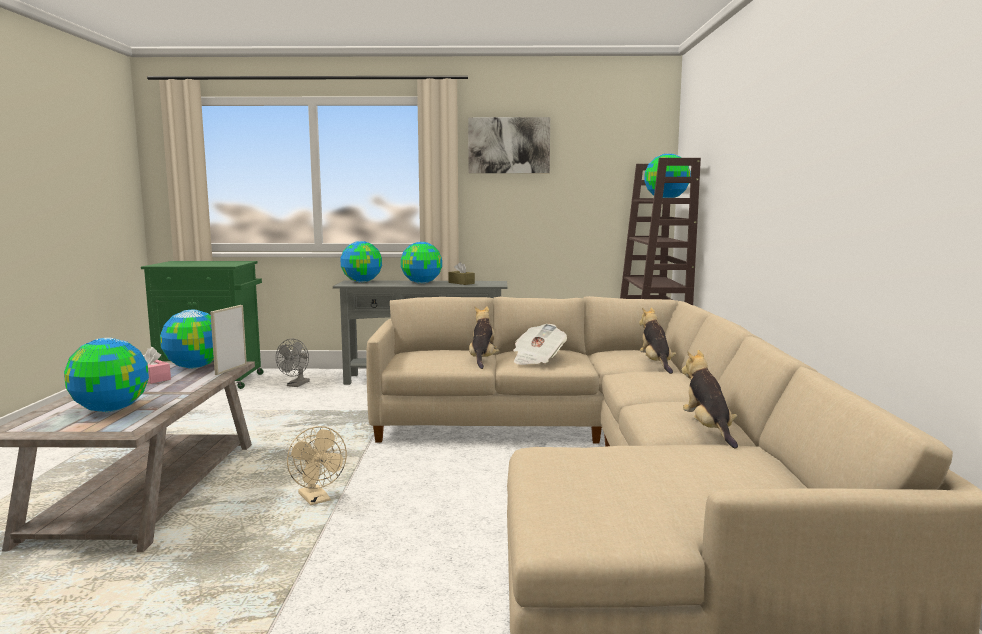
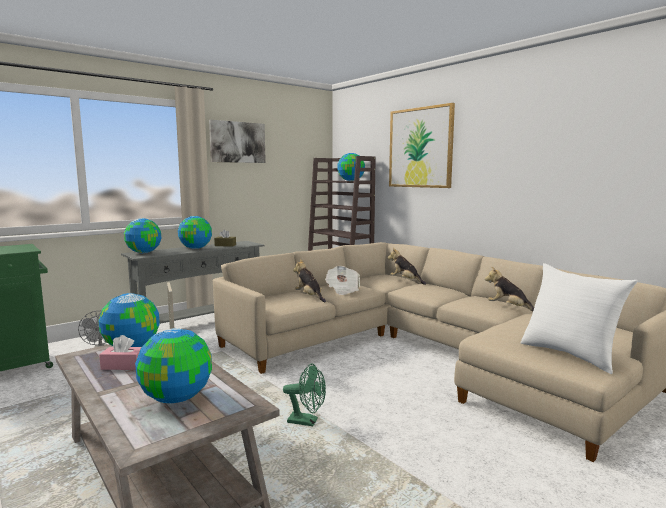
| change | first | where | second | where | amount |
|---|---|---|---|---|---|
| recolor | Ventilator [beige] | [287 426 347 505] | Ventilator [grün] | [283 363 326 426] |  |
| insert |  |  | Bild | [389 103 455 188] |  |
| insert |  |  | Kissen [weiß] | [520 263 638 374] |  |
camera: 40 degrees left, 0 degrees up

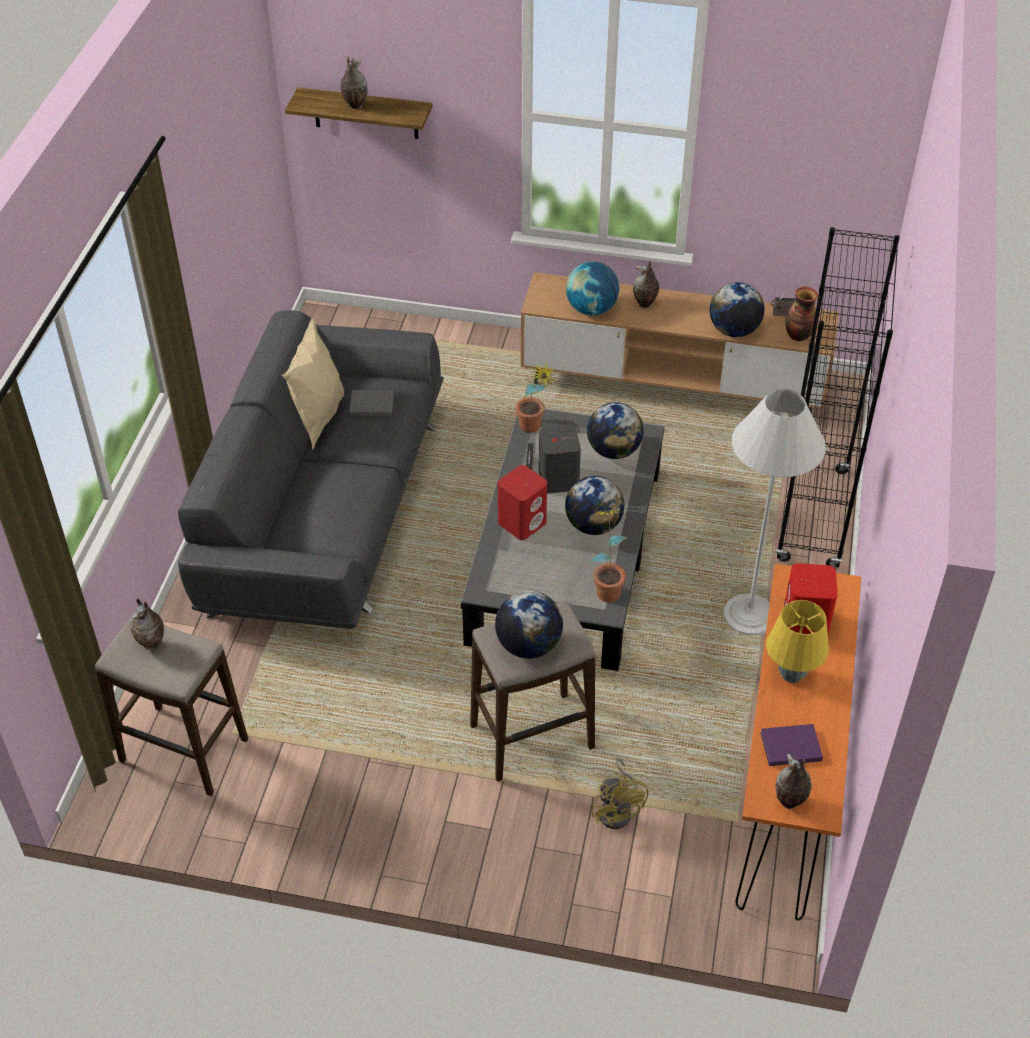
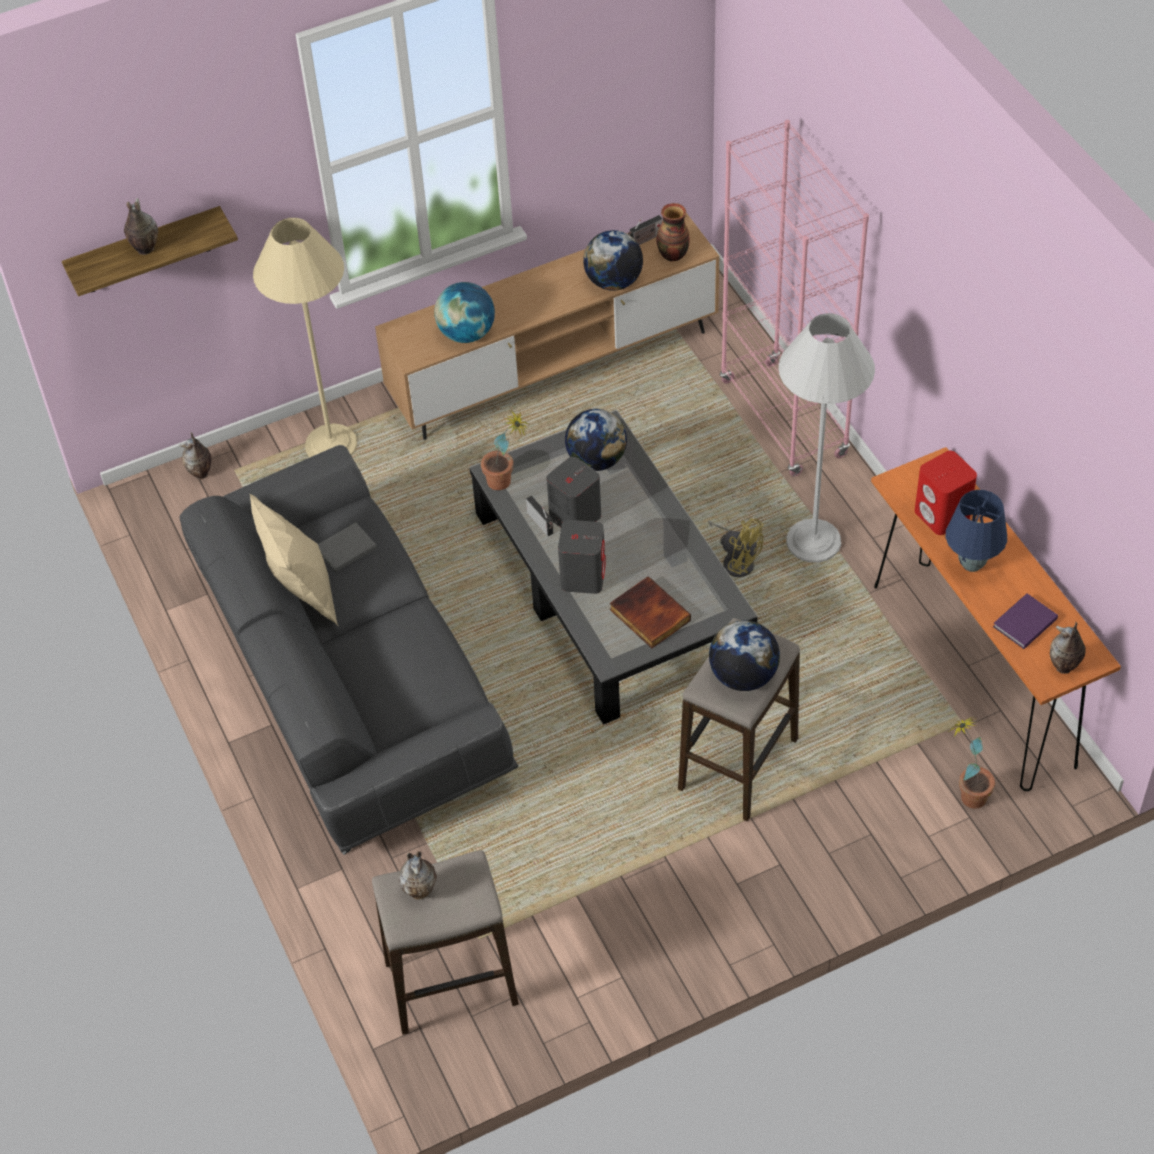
| change | first | where | second | where | amount |
|---|---|---|---|---|---|
| move | Vase | [633 260 659 308] |  | [179 432 211 480] |  |
| insert |  |  | Stehlampe [beige] | [253 218 357 457] |  |
| recolor | Lautsprecher [rot] | [498 465 547 540] | Lautsprecher [grau] | [558 520 606 594] |  |
| insert |  |  | Buch | [610 576 691 648] |  |
| move | Ventilator [gelb] | [591 759 648 829] |  | [708 518 763 577] |  |
| recolor | Bücherregal [schwarz] | [776 227 900 569] | Bücherregal [rosa] | [720 120 869 477] |  |
| recolor | Tischlampe [gelb] | [766 600 829 683] | Tischlampe [blau] | [946 490 1007 572] |  |
| move | Topfpflanze | [590 510 627 602] |  | [948 716 995 809] |  |
| delete | Globus | [565 476 624 535] |  |  |  |
camera: 35 degrees left, 5 degrees up

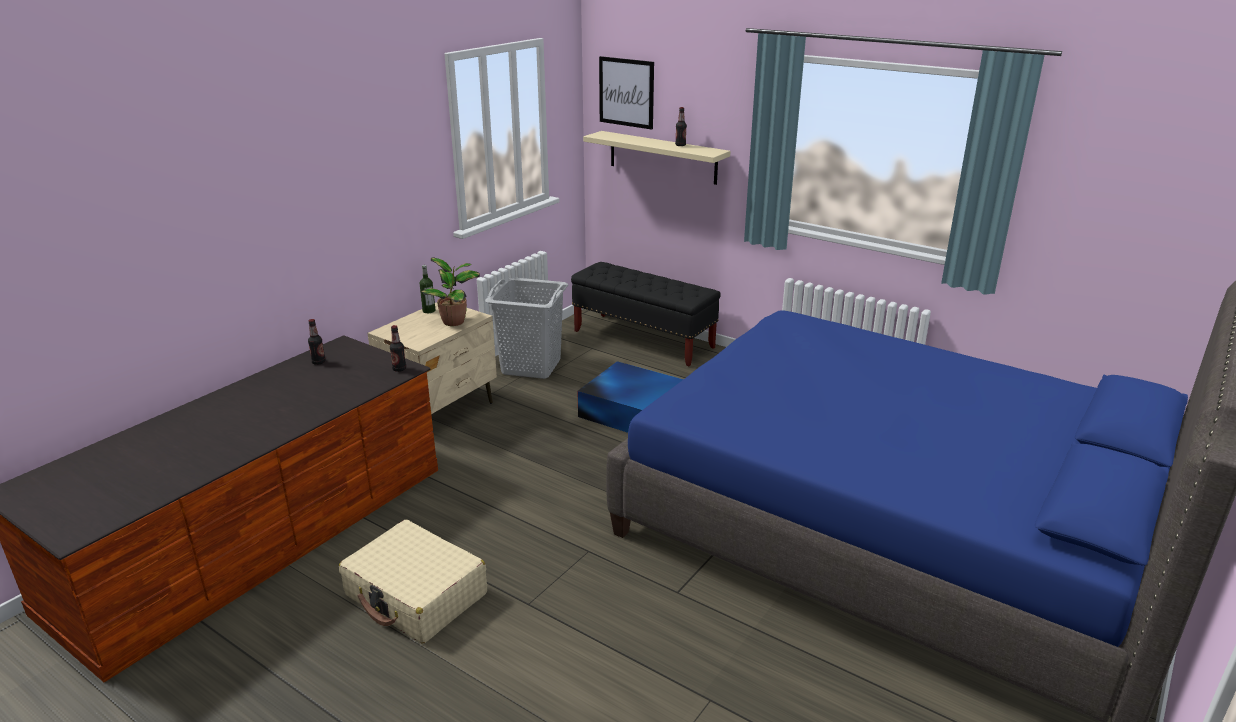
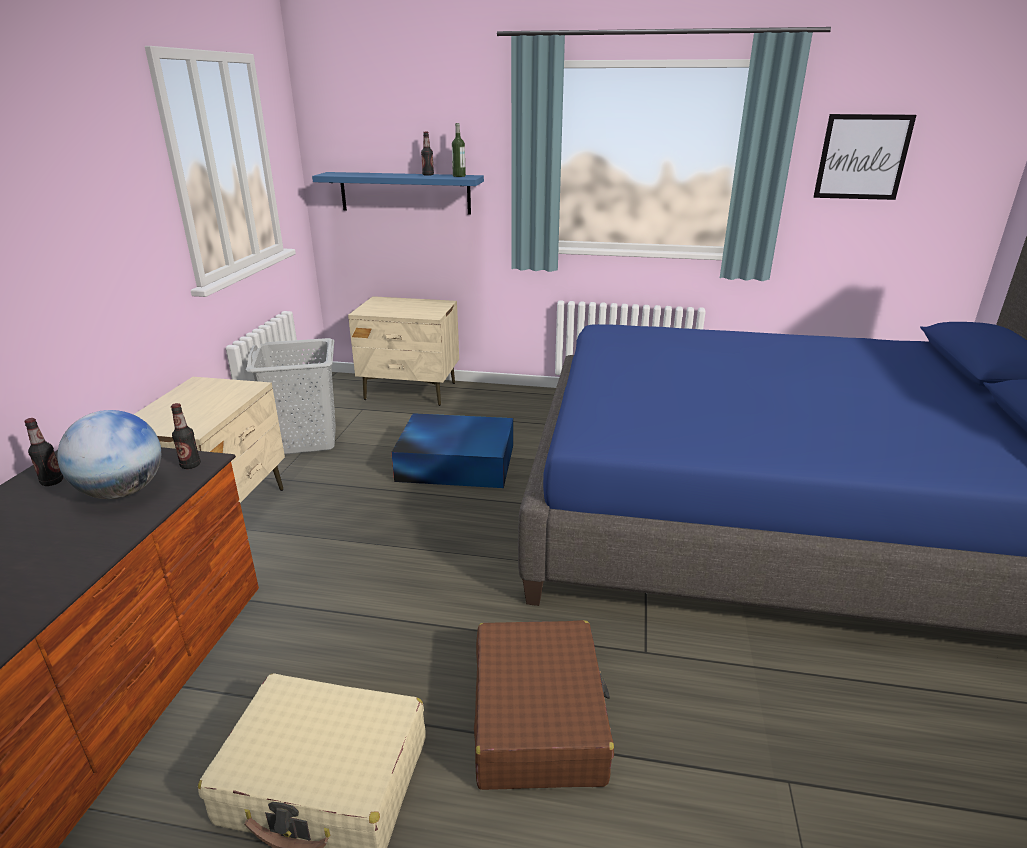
| change | first | where | second | where | amount |
|---|---|---|---|---|---|
| insert |  |  | Globus | [57 410 161 499] |  |
| recolor | Wandregal [beige] | [583 131 731 185] | Wandregal [blau] | [312 172 484 215] |  |
| replace | Bank [schwarz] | [571 262 721 366] | Nachttisch [beige] | [348 296 459 406] |  |
| move | Flasche | [420 265 435 313] |  | [452 123 466 177] |  |
| insert |  |  | Koffer [braun] | [474 620 614 790] |  |
| move | Bild | [599 56 654 130] |  | [813 114 916 200] |  |
| delete | Topfpflanze | [421 258 480 326] |  |  |  |
camera: 25 degrees left, 0 degrees up

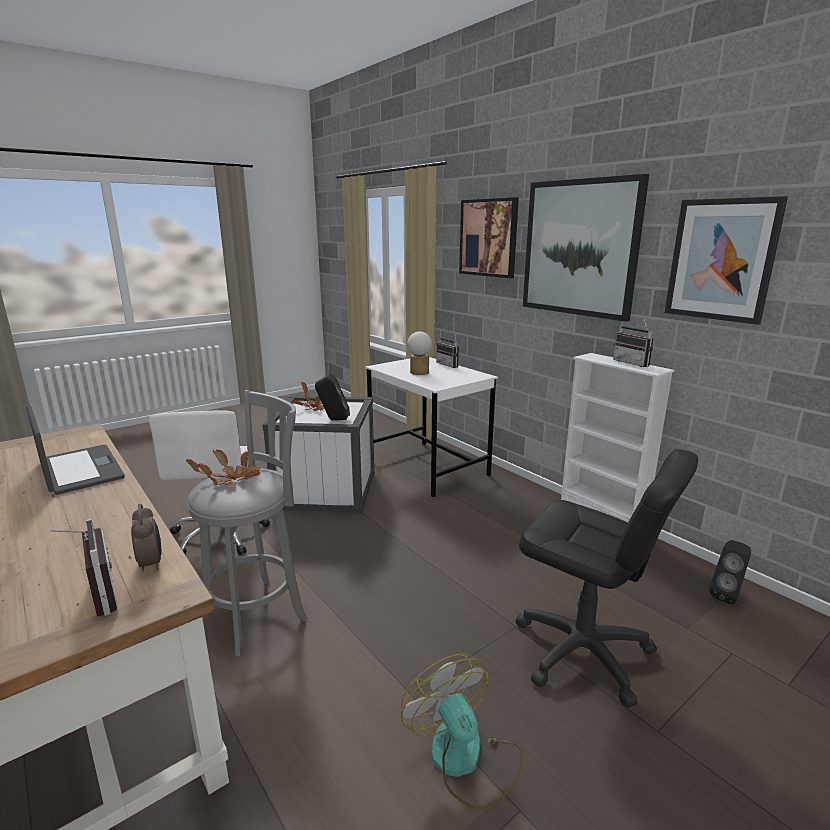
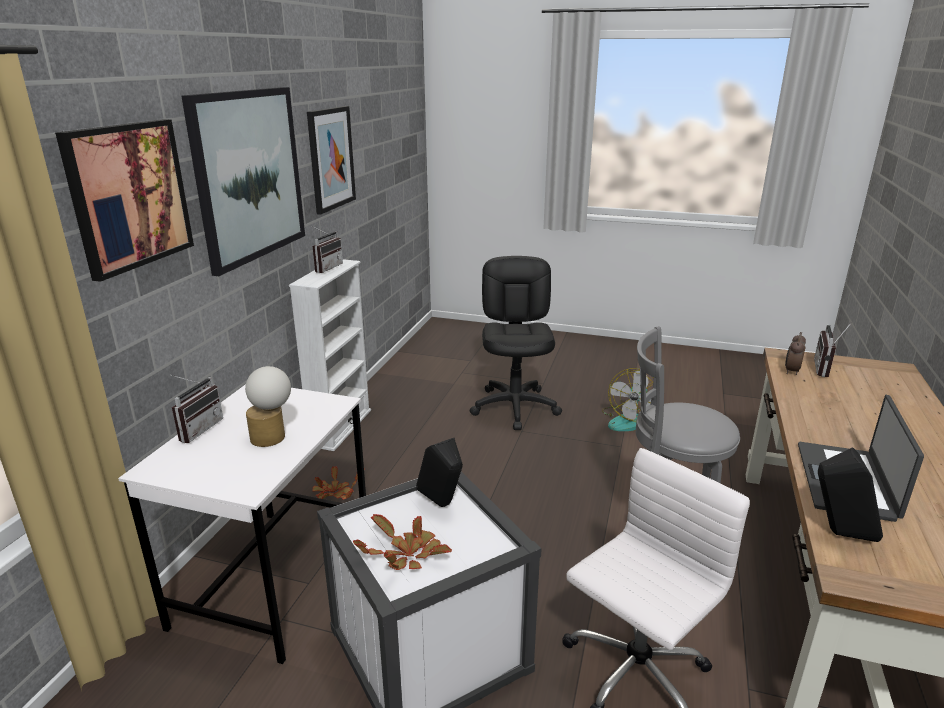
| change | first | where | second | where | amount |
|---|---|---|---|---|---|
| move | Topfpflanze | [186 449 260 486] |  | [312 465 365 500] |  |
| move | Lautsprecher [schwarz] | [709 540 751 605] |  | [818 448 883 542] |  |
camera: 125 degrees left, 5 degrees up

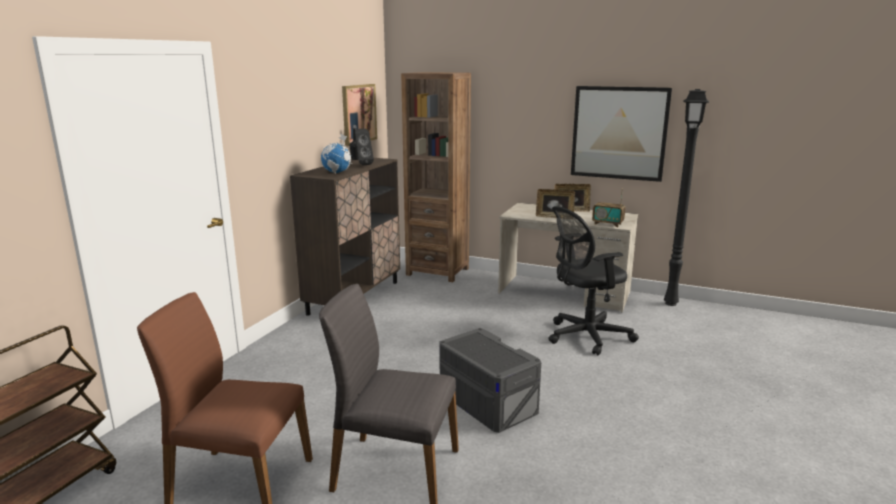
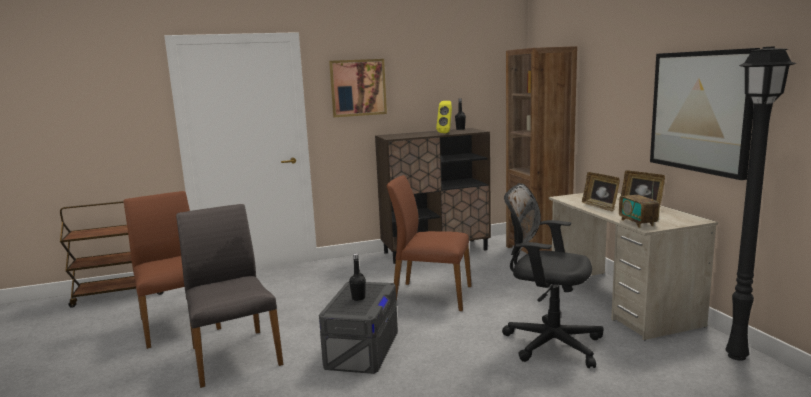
| change | first | where | second | where | amount |
|---|---|---|---|---|---|
| move | Bild | [342 84 377 146] |  | [329 59 387 117] |  |
| insert |  |  | Flasche [schwarz] | [349 253 366 301] |  |
| insert |  |  | Stuhl [braun] | [387 175 472 311] |  |
| recolor | Lautsprecher [schwarz] | [355 129 374 165] | Lautsprecher [gelb] | [436 101 452 133] |  |
| delete | Globus | [321 134 352 173] |  |  |  |
camera: 50 degrees right, 5 degrees down

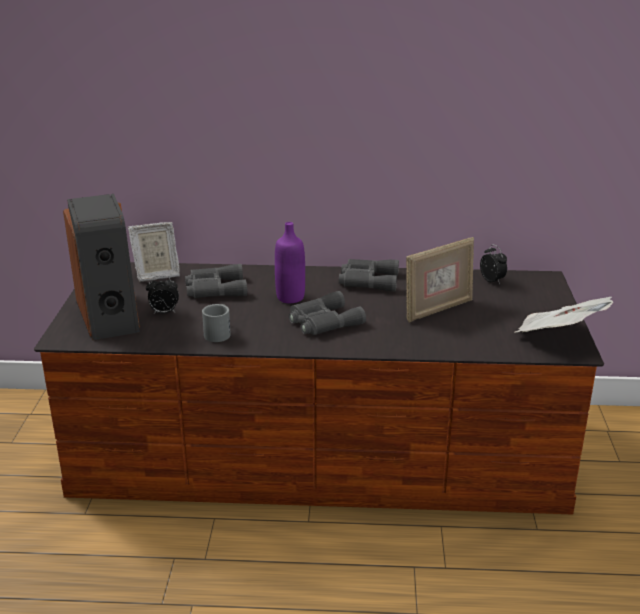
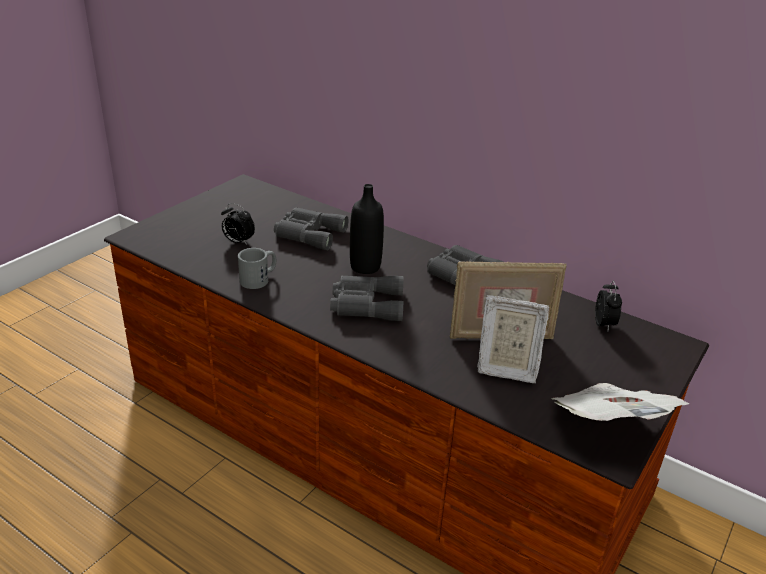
| change | first | where | second | where | amount |
|---|---|---|---|---|---|
| recolor | Flasche [lila] | [275 222 305 303] | Flasche [schwarz] | [350 184 384 274] |  |
| move | Bilderrahmen | [128 222 180 282] |  | [477 295 549 383] |  |
| delete | Lautsprecher | [63 194 140 340] |  |  |  |
camera: 30 degrees right, 5 degrees up

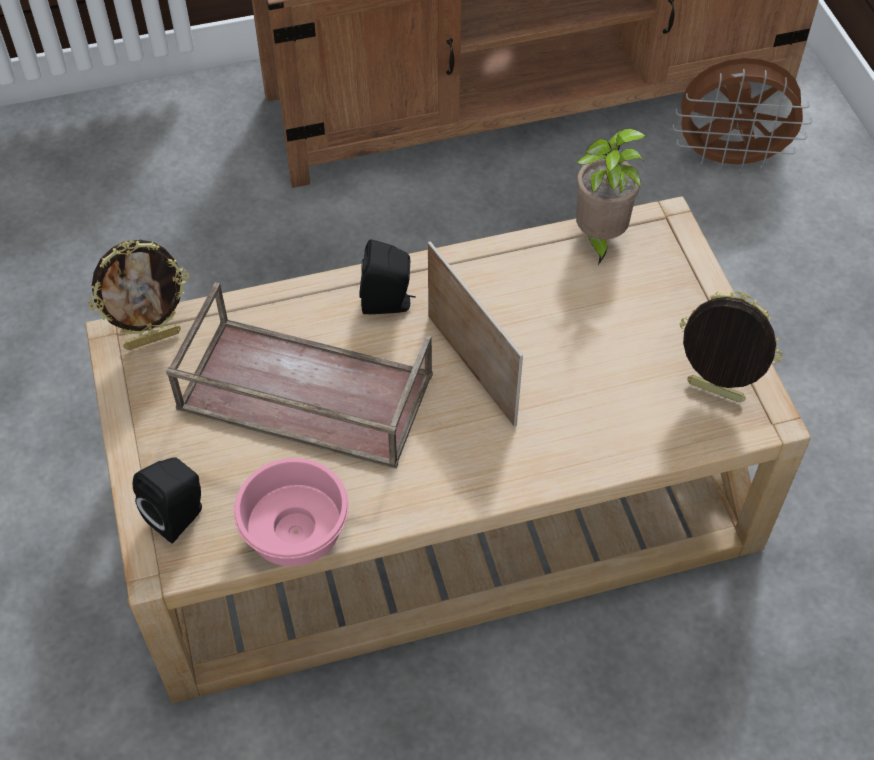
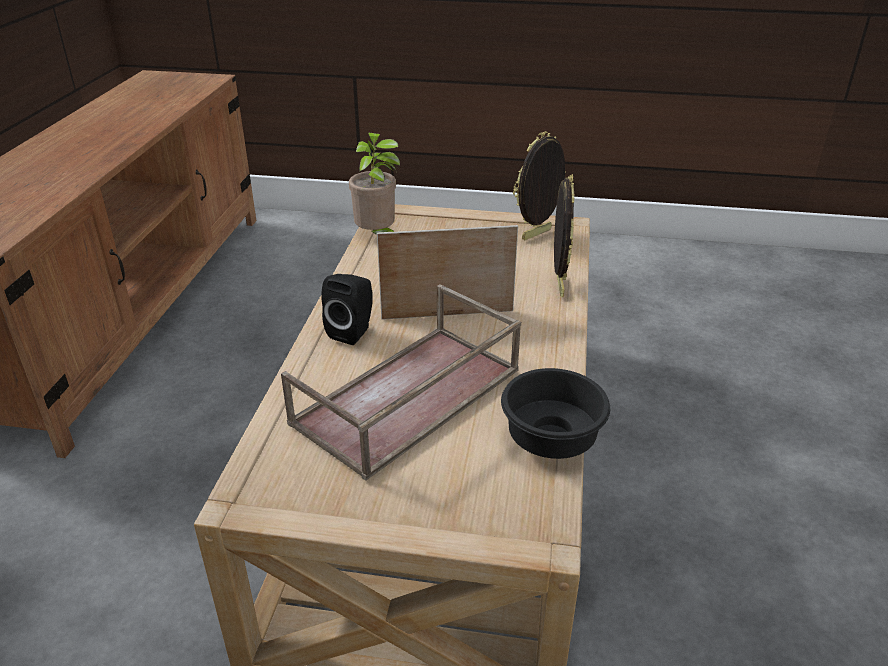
| change | first | where | second | where | amount |
|---|---|---|---|---|---|
| recolor | Schüssel [rosa] | [234 458 349 566] | Schüssel [schwarz] | [501 368 610 459] |  |
| move | Bilderrahmen | [88 239 189 350] |  | [554 174 575 297] |  |
| delete | Lautsprecher [schwarz] | [133 457 202 544] |  |  |  |
| delete | Ventilator [braun] | [673 58 812 174] |  |  |  |
camera: 65 degrees left, 20 degrees down

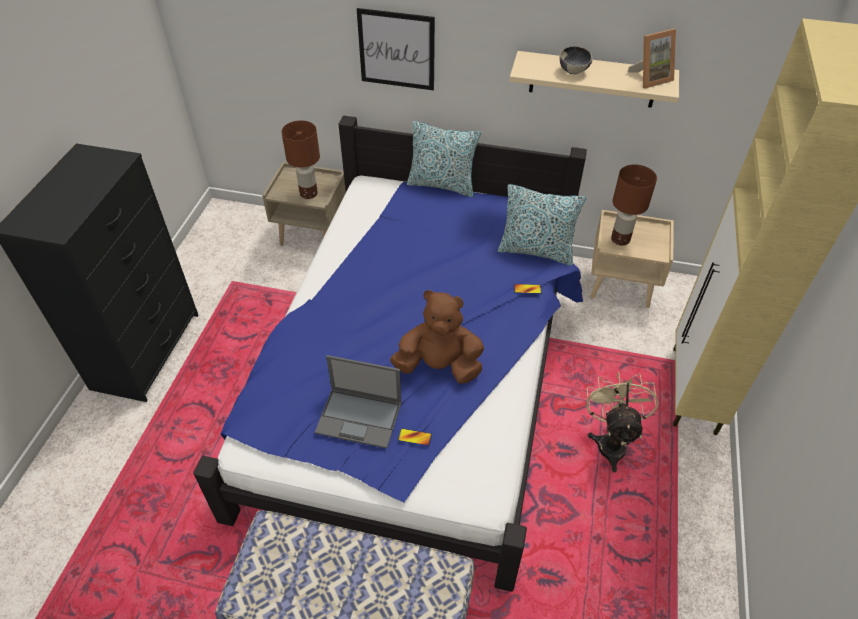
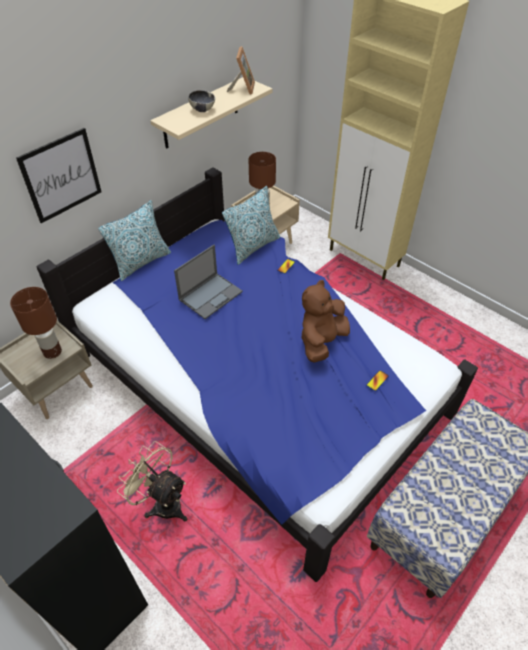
| change | first | where | second | where | amount |
|---|---|---|---|---|---|
| move | Ventilator [beige] | [586 371 659 472] |  | [117 441 187 521] |  |
| move | Laptop | [315 355 402 449] |  | [174 245 243 319] |  |
camera: 60 degrees left, 0 degrees up

